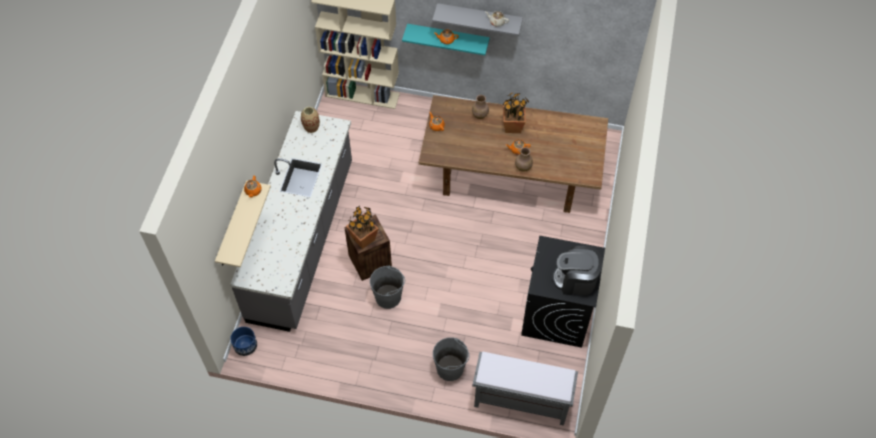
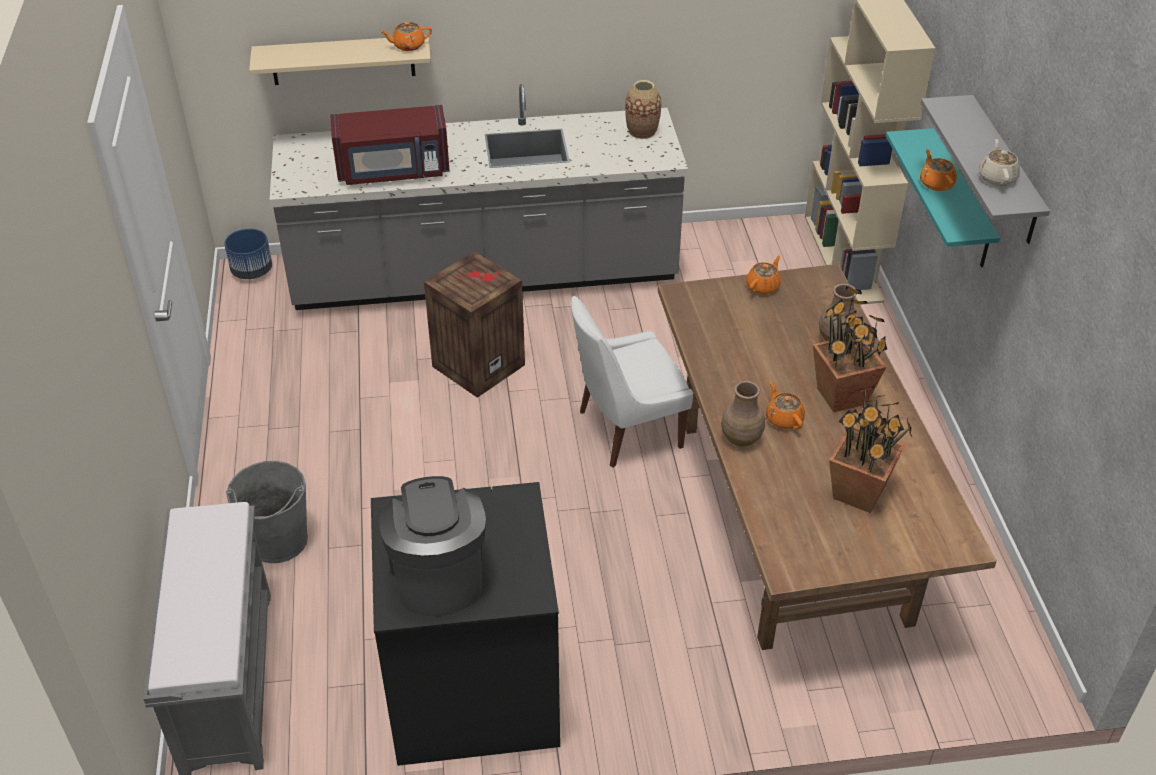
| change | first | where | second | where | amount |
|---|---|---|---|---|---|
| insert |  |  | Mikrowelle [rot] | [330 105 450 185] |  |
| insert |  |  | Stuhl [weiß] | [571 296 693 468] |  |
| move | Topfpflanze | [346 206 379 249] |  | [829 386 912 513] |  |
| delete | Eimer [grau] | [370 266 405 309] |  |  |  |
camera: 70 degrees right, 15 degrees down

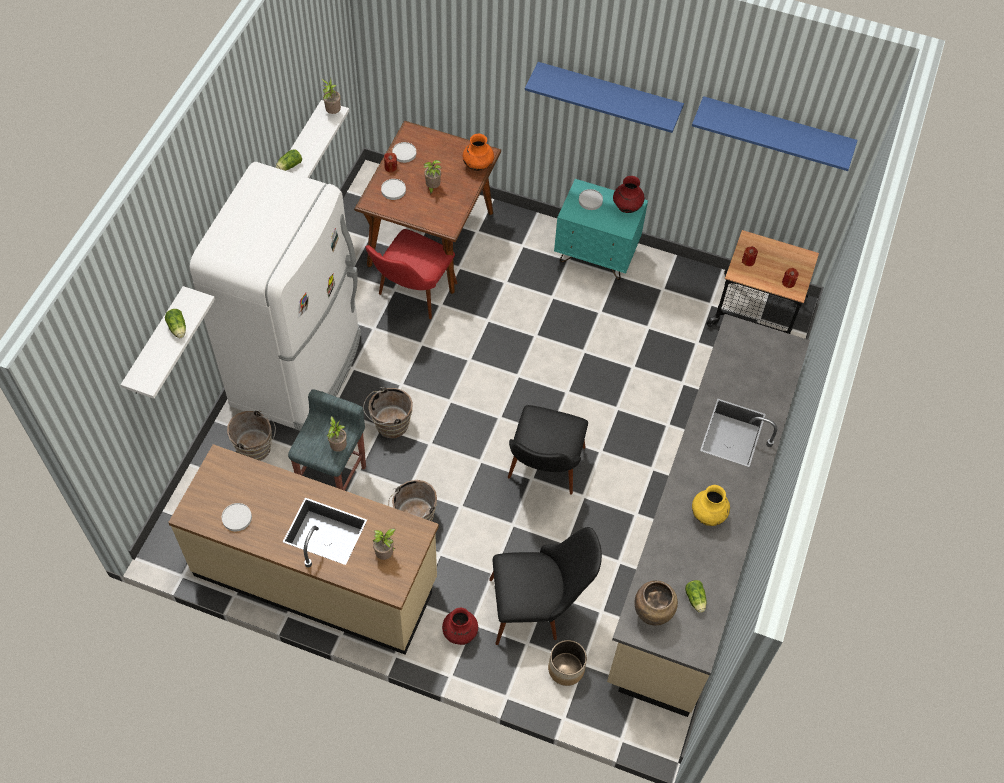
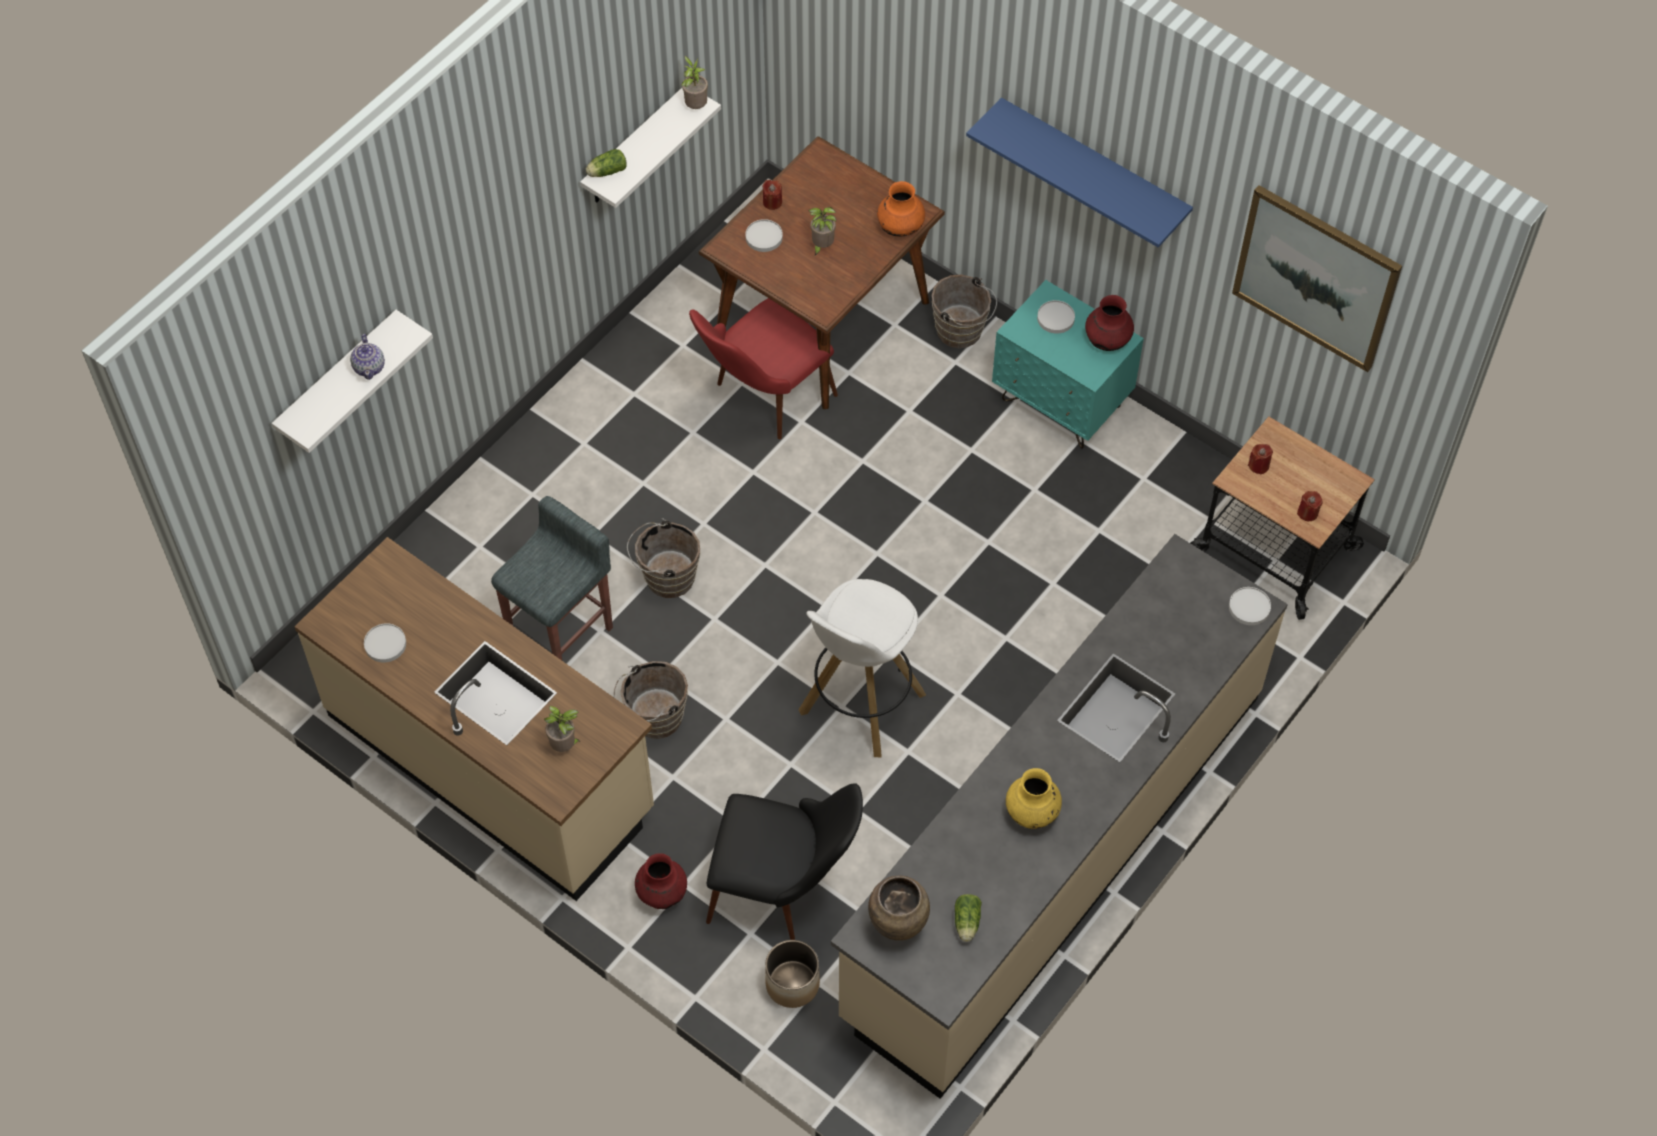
| change | first | where | second | where | amount |
|---|---|---|---|---|---|
| replace | Salatkopf | [165 309 186 338] | Teekanne | [350 334 385 380] |  |
| replace | Stuhl [schwarz] | [508 405 588 495] | Hocker [weiß] | [798 579 926 757] |  |
| move | Eimer [braun] | [227 411 276 461] |  | [932 275 997 348] |  |
| move | Teller [weiß] | [392 142 416 163] |  | [1229 587 1271 625] |  |
| replace | Wandregal [blau] | [692 96 858 171] | Bild | [1232 185 1402 372] |  |
| delete | Kühlschrank [weiß] | [190 162 361 431] |  |  |  |
| delete | Topfpflanze | [327 416 347 452] |  |  |  |
camera: 20 degrees right, 0 degrees up

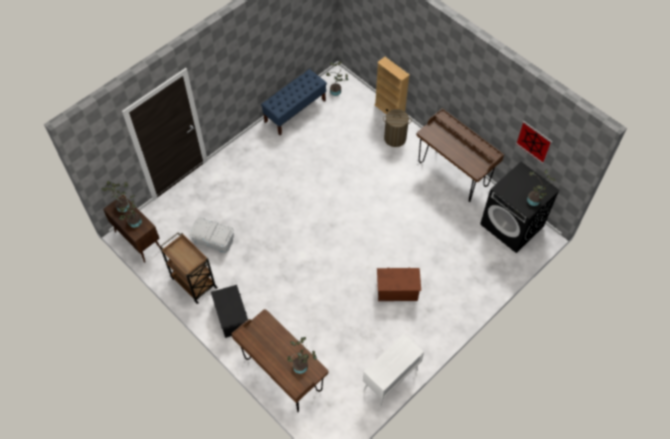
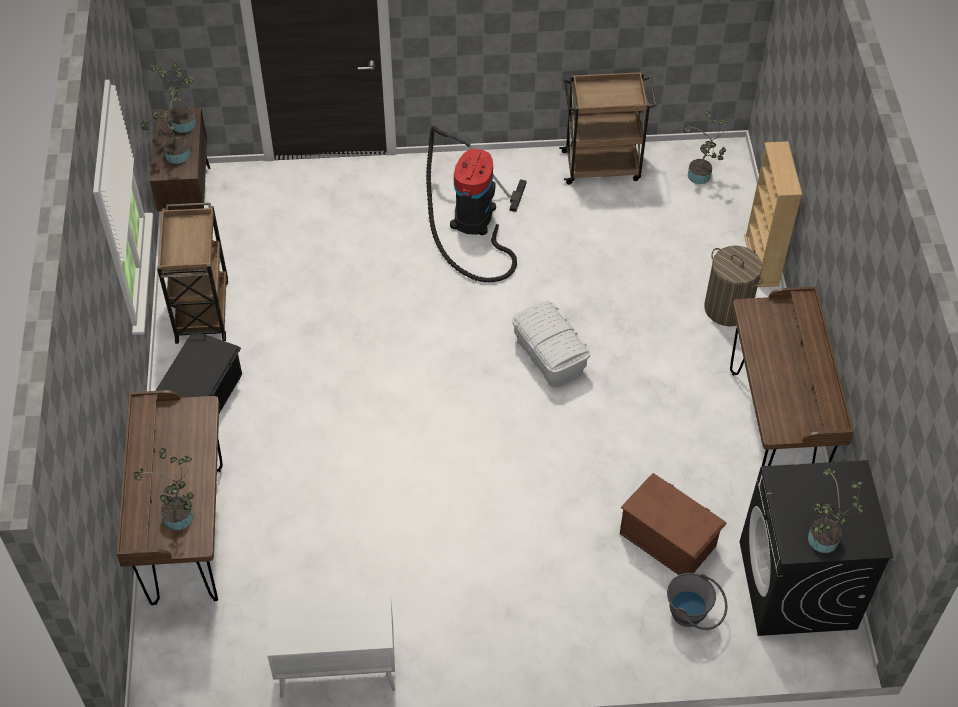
| change | first | where | second | where | amount |
|---|---|---|---|---|---|
| insert |  |  | Staubsauger | [426 126 526 283] |  |
| move | Aufbewahrungsbox [weiß] | [189 218 234 253] |  | [512 301 590 388] |  |
| replace | Bank [blau] | [261 69 327 135] | Rollwagen [braun] | [559 72 657 184] |  |
| move | Aufbewahrungsbox [braun] | [377 268 421 301] |  | [620 473 727 575] |  |
| insert |  |  | Eimer [grau] | [667 573 727 630] |  |
| delete | Bild | [515 120 553 164] |  |  |  |
camera: 40 degrees right, 5 degrees down

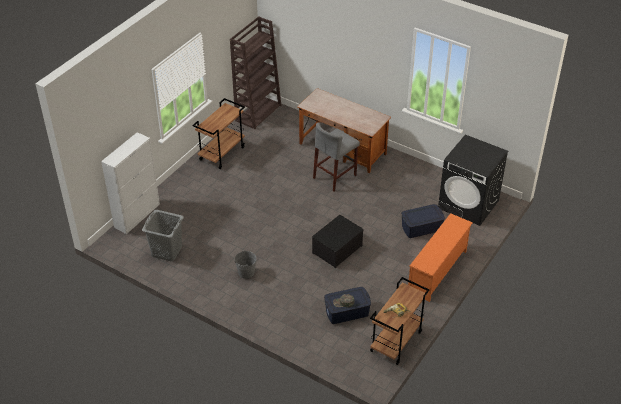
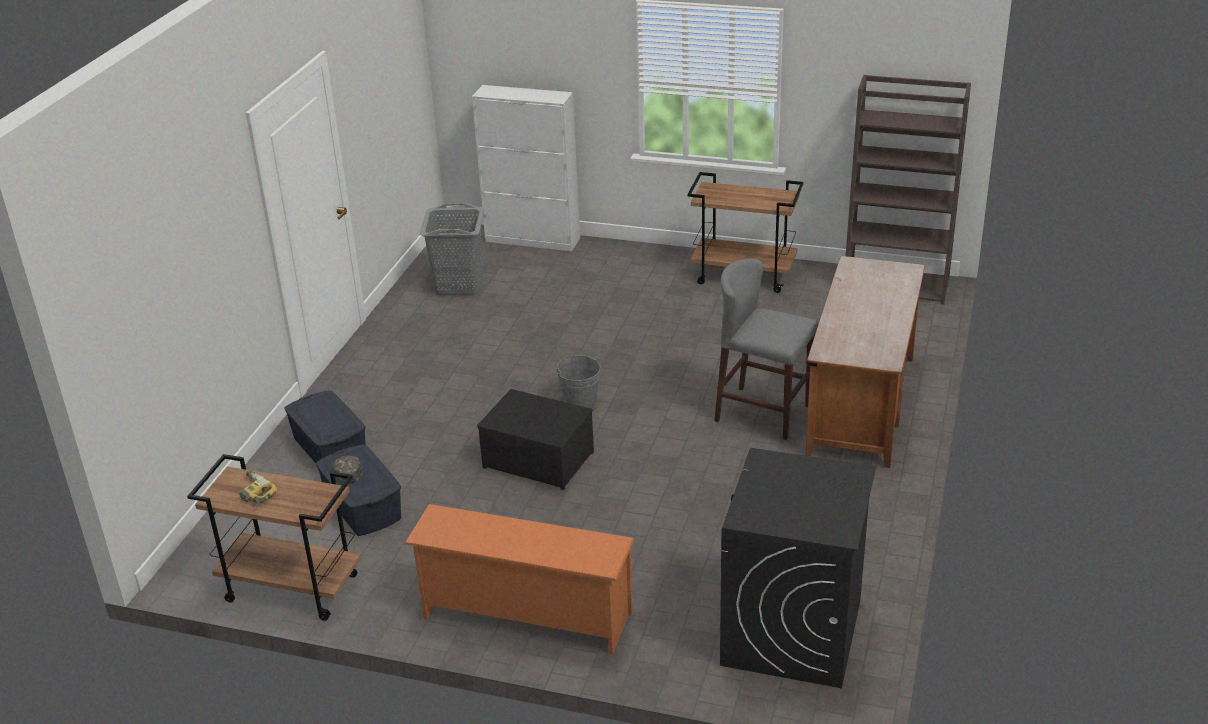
| change | first | where | second | where | amount |
|---|---|---|---|---|---|
| move | Aufbewahrungsbox [blau] | [401 204 445 238] |  | [284 390 366 463] |  |
| move | Eimer [grau] | [234 250 257 279] |  | [556 355 601 409] |  |
camera: 75 degrees right, 10 degrees down

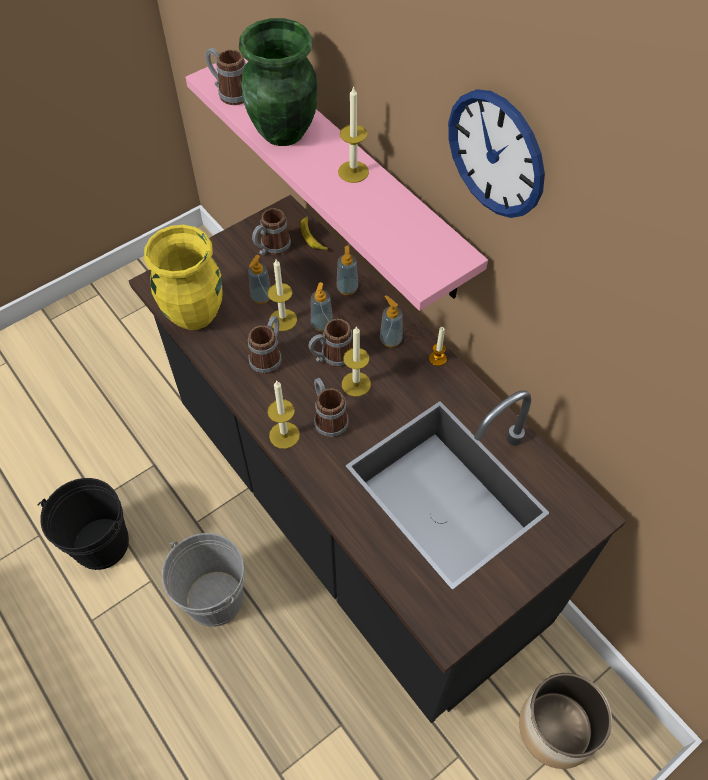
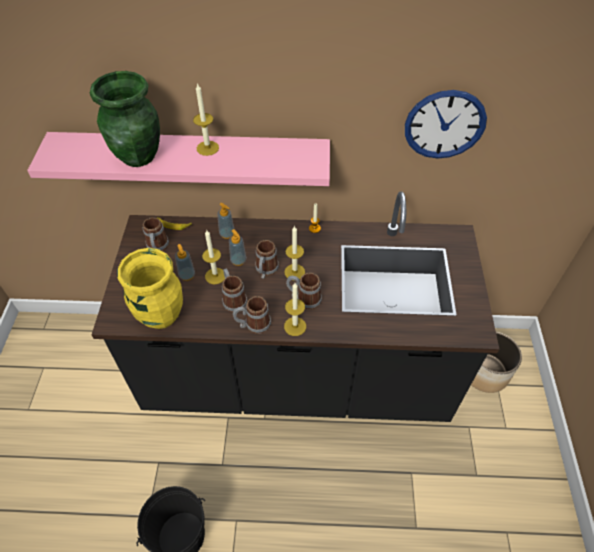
| change | first | where | second | where | amount |
|---|---|---|---|---|---|
| move | Henkelbecher | [205 48 246 105] |  | [233 296 271 334] |  |
| move | Wanduhr | [448 89 545 218] |  | [405 90 487 159] |  |
| delete | Eimer [grau] | [162 533 245 627] |  |  |  |
| delete | Seifenspender | [380 295 403 348] |  |  |  |
camera: 50 degrees left, 5 degrees down

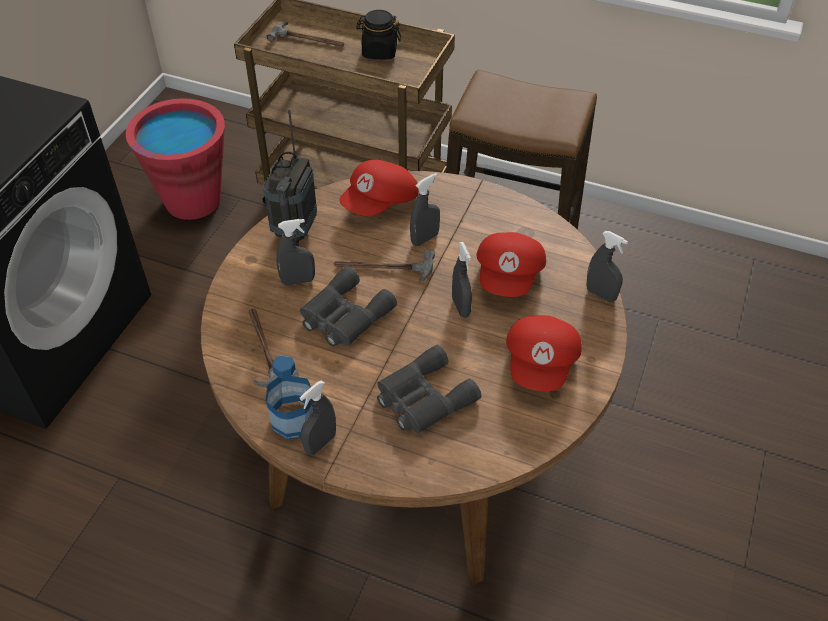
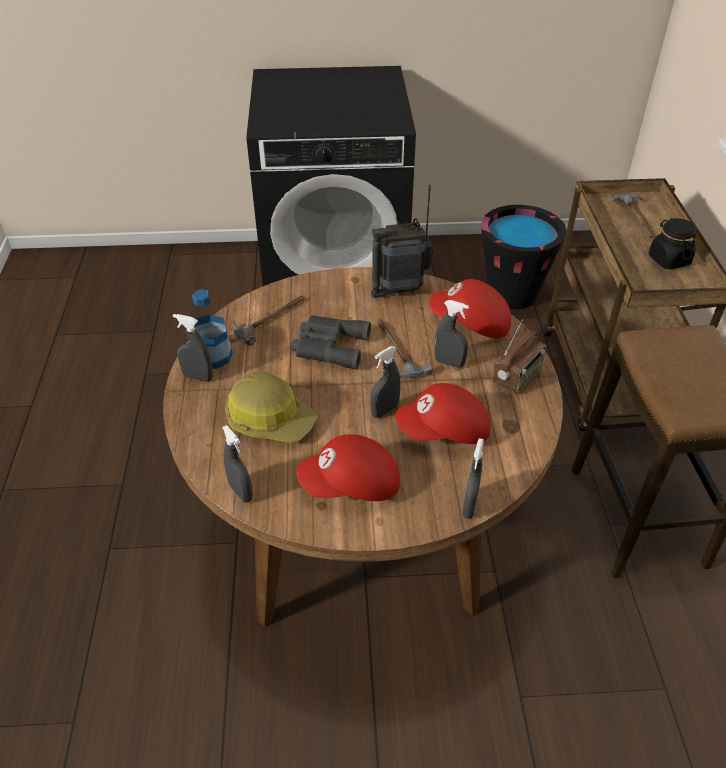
| change | first | where | second | where | amount |
|---|---|---|---|---|---|
| move | Sprühflasche [grau] | [276 219 315 286] |  | [222 425 253 502] |  |
| replace | Fernglas [grau] | [377 345 481 433] | Schutzhelm | [225 372 318 443] |  |
| recolor | Eimer [rot] | [126 98 225 220] | Eimer [schwarz] | [481 205 567 310] |  |
| insert |  |  | Radio | [492 319 546 394] |  |
camera: 65 degrees right, 5 degrees down

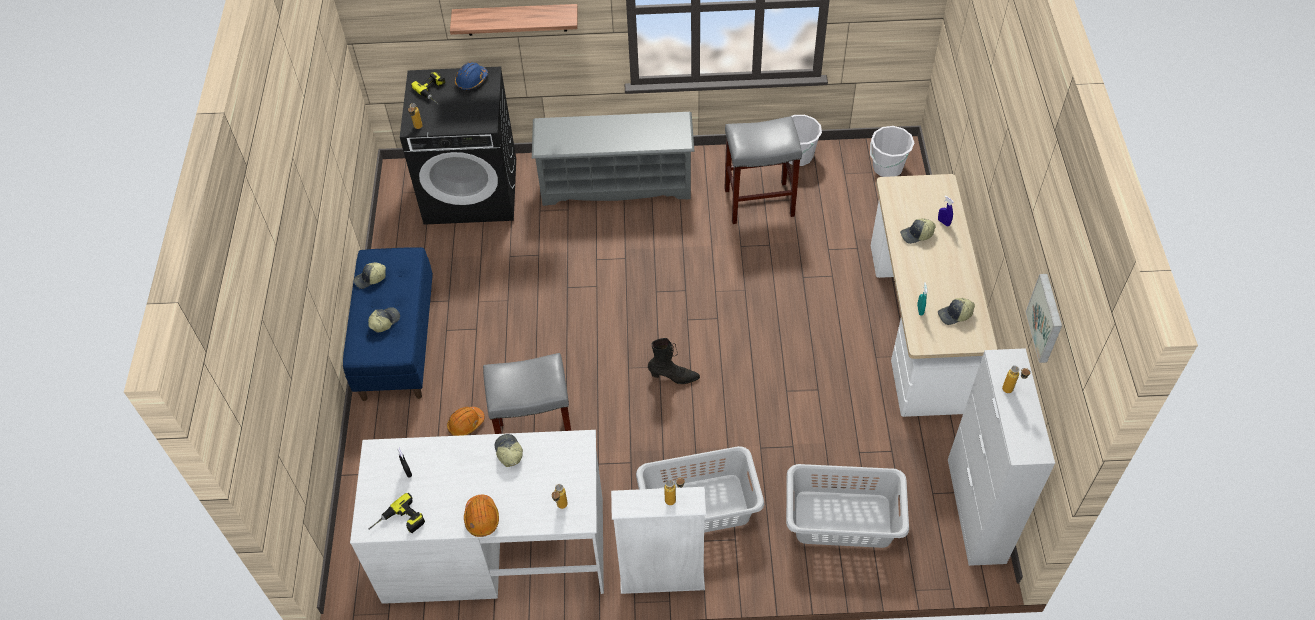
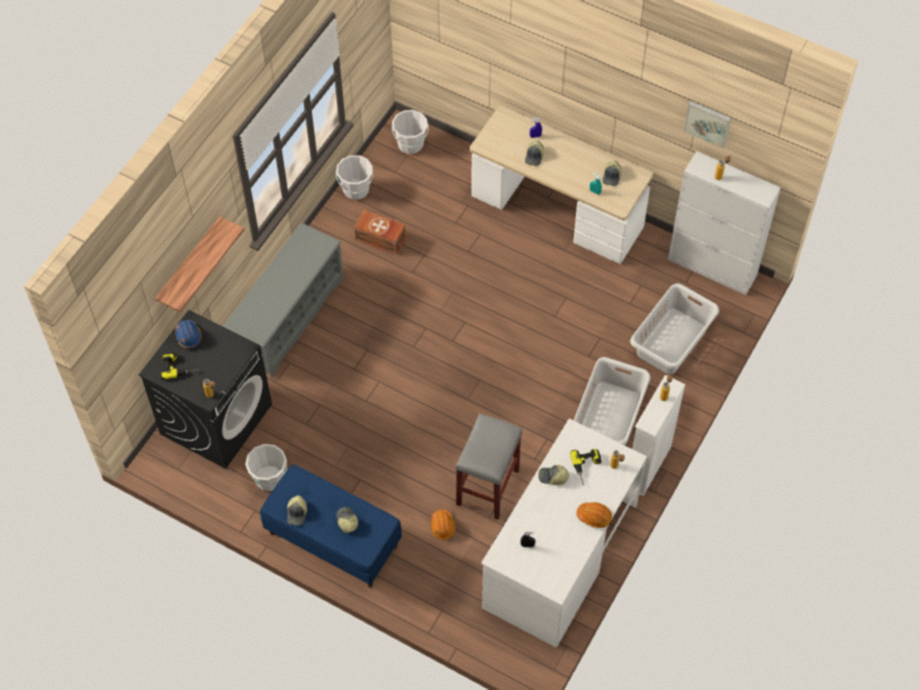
| change | first | where | second | where | amount |
|---|---|---|---|---|---|
| insert |  |  | Eimer [weiß] | [245 444 287 491] |  |
| replace | Hocker [grau] | [724 116 802 224] | Aufbewahrungsbox [braun] | [354 210 406 255] |  |
| move | Bohrmaschine | [368 493 425 533] |  | [570 449 602 485] |  |
| delete | Stiefel [schwarz] | [648 338 700 384] |  |  |  |
camera: 60 degrees left, 5 degrees up

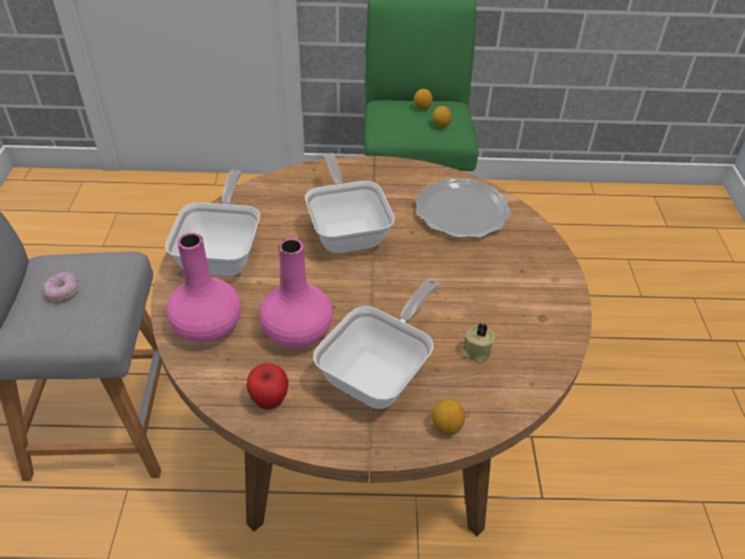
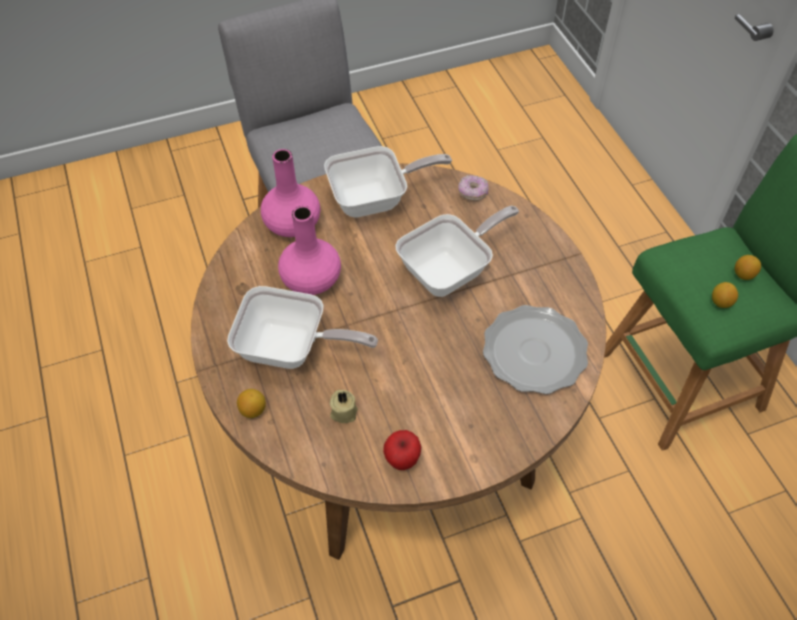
| change | first | where | second | where | amount |
|---|---|---|---|---|---|
| move | Apfel | [246 363 289 410] |  | [383 430 421 470] |  |
| move | Donut | [42 272 79 301] |  | [458 175 488 201] |  |
camera: 70 degrees right, 10 degrees up

